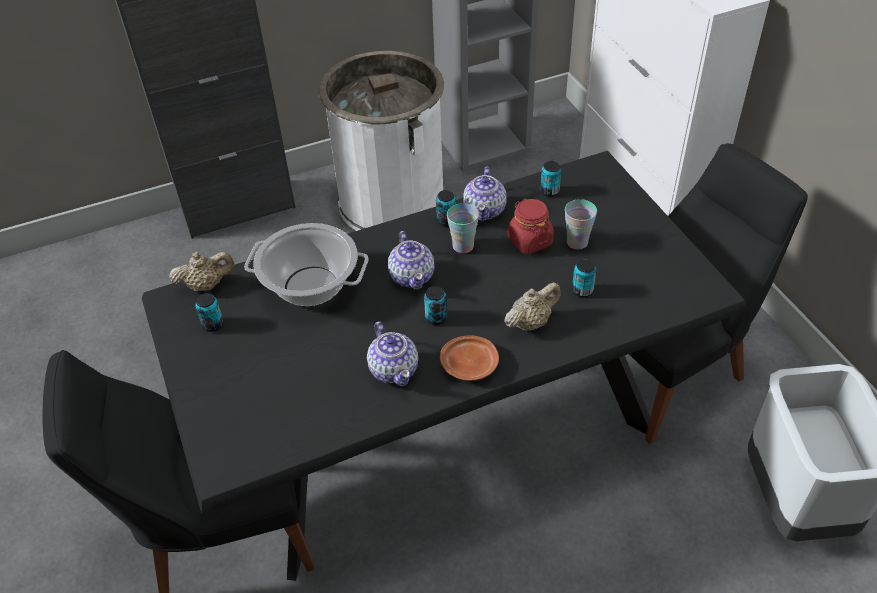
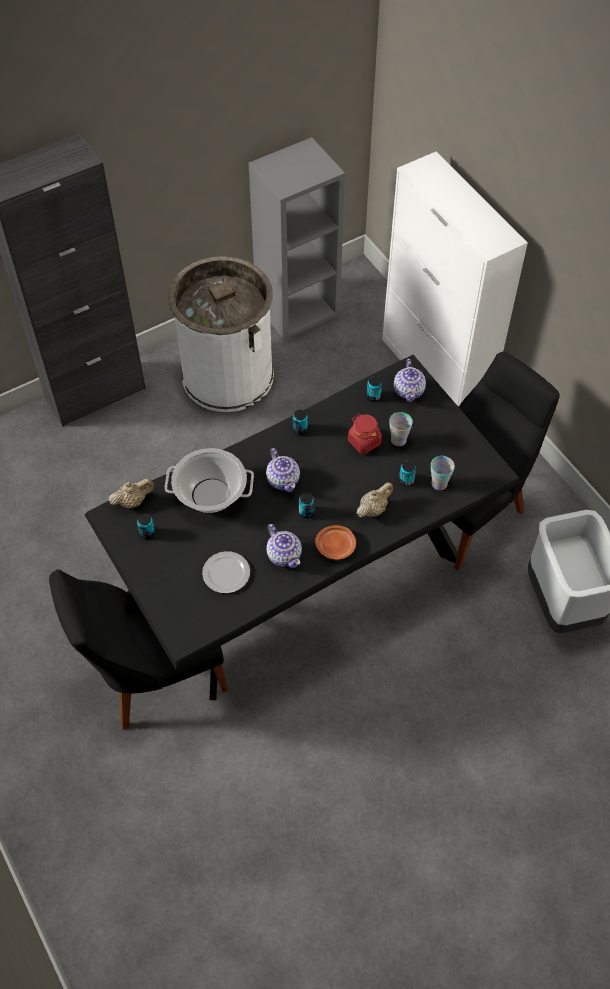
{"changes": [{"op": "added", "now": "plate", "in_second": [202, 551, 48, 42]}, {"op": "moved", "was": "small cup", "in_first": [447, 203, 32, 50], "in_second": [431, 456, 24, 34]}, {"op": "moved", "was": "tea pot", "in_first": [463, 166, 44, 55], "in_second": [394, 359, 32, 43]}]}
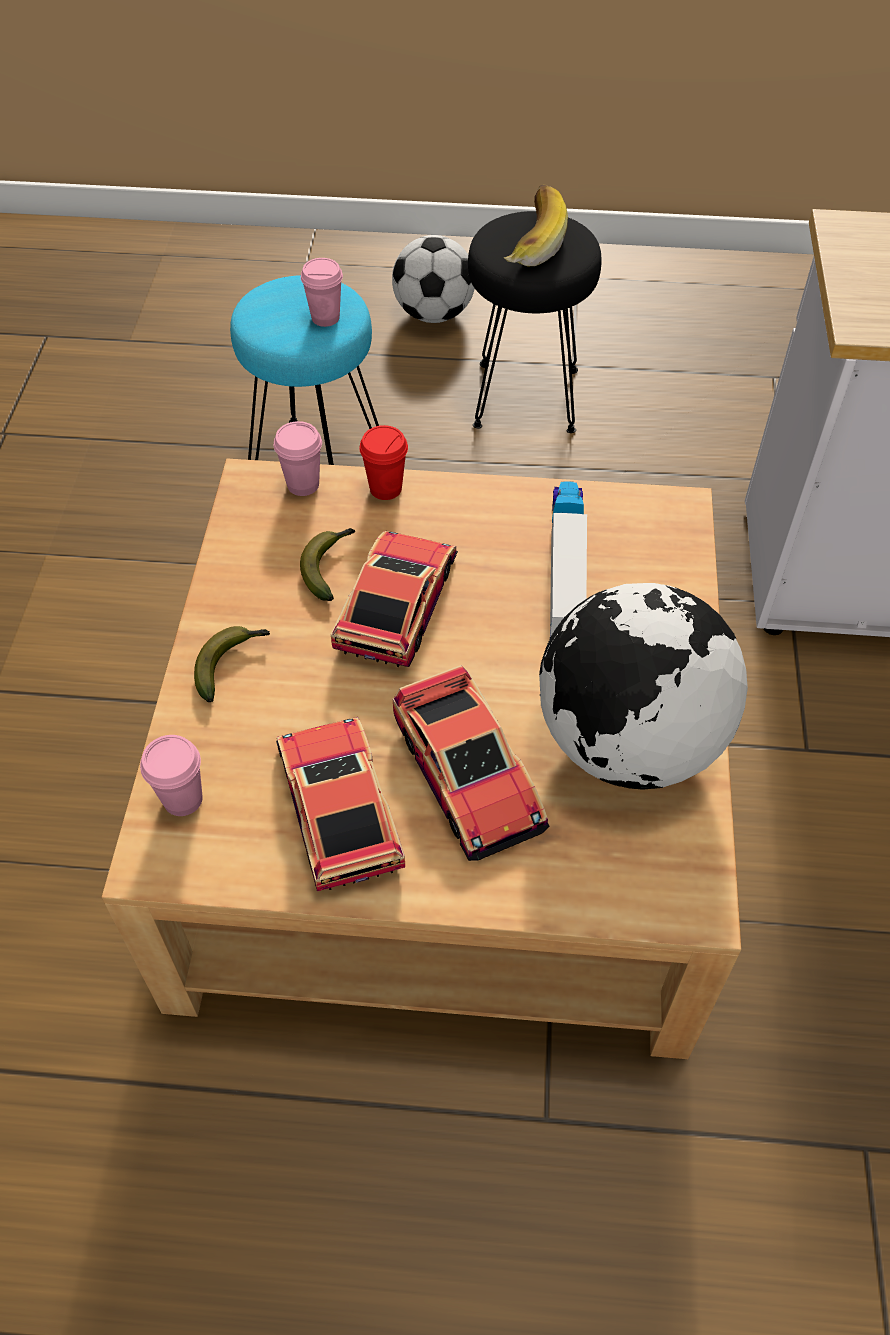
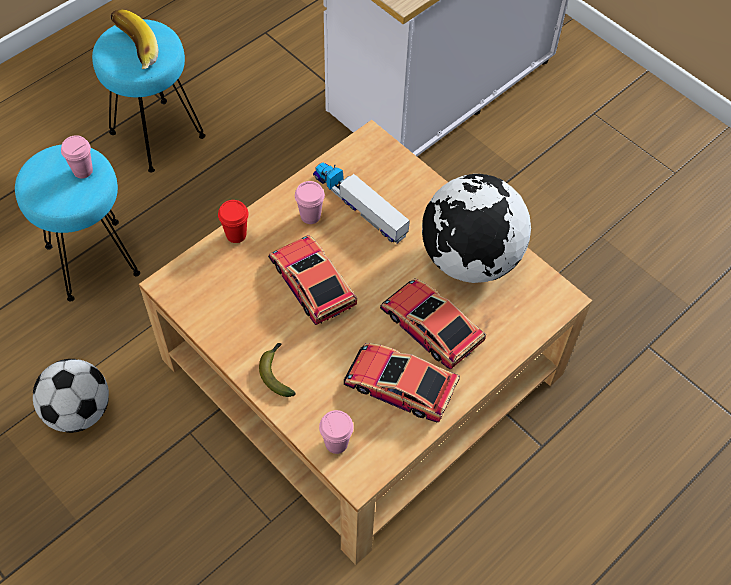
{"changes": [{"op": "removed", "was": "banana fruit", "in_first": [300, 528, 55, 73]}, {"op": "moved", "was": "pink-coloured small cup", "in_first": [274, 421, 48, 75], "in_second": [295, 181, 30, 43]}, {"op": "moved", "was": "ball for football", "in_first": [392, 235, 83, 88], "in_second": [33, 359, 76, 74]}, {"op": "recoloured", "was": "black stool", "now": "blue-green stool", "in_first": [468, 211, 134, 222], "in_second": [92, 19, 113, 154]}, {"op": "turned", "was": "toy car", "in_first": [393, 665, 156, 196], "in_second": [380, 278, 106, 91], "clockwise": -150}]}
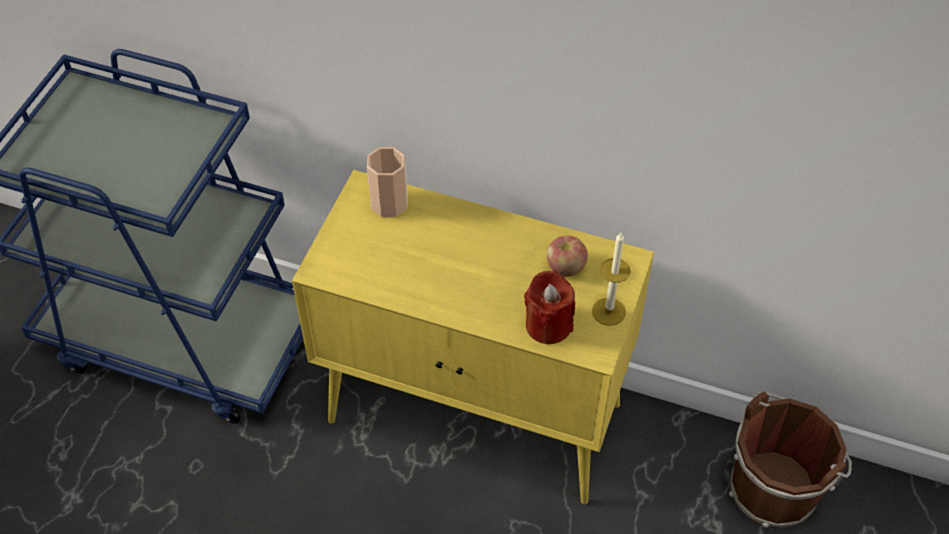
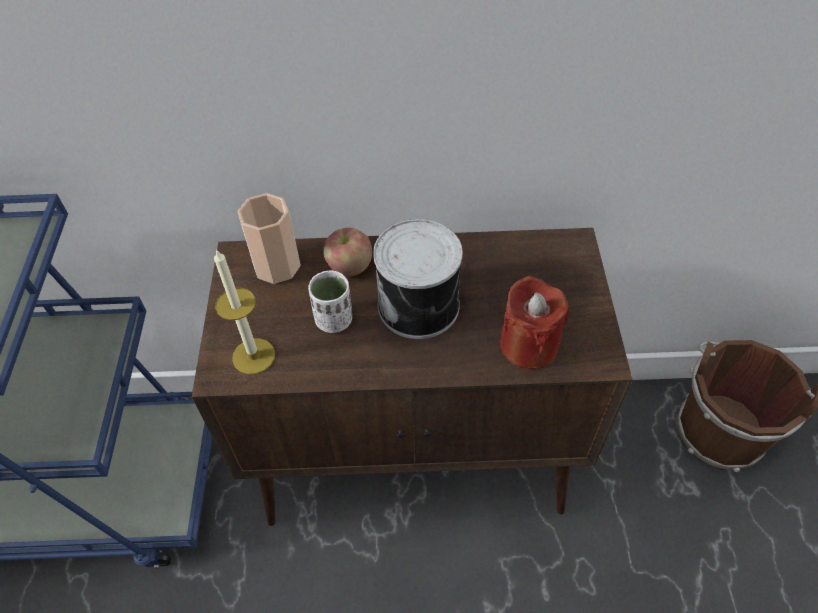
{"changes": [{"op": "added", "now": "white small cup", "in_second": [308, 270, 44, 63]}, {"op": "added", "now": "can", "in_second": [373, 219, 90, 120]}, {"op": "moved", "was": "apple", "in_first": [547, 235, 41, 41], "in_second": [323, 228, 49, 49]}, {"op": "moved", "was": "candle", "in_first": [592, 233, 39, 93], "in_second": [214, 249, 61, 125]}, {"op": "recoloured", "was": "yellow storage cabinet", "now": "brownish storage cabinet", "in_first": [292, 170, 362, 334], "in_second": [192, 228, 441, 298]}]}
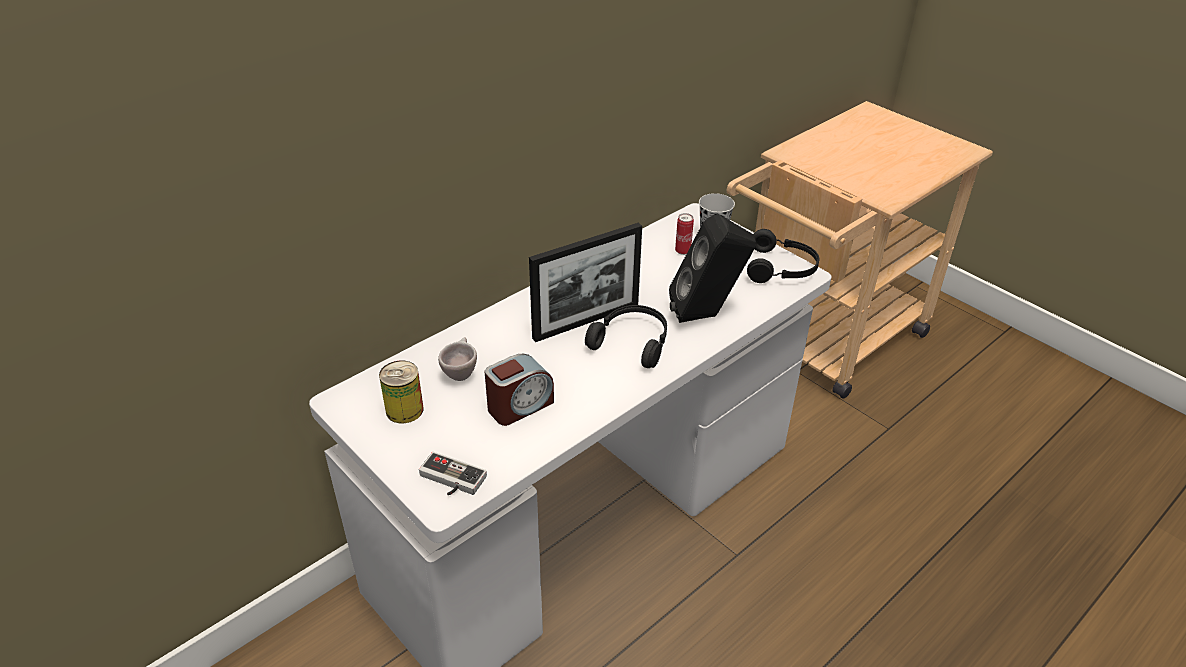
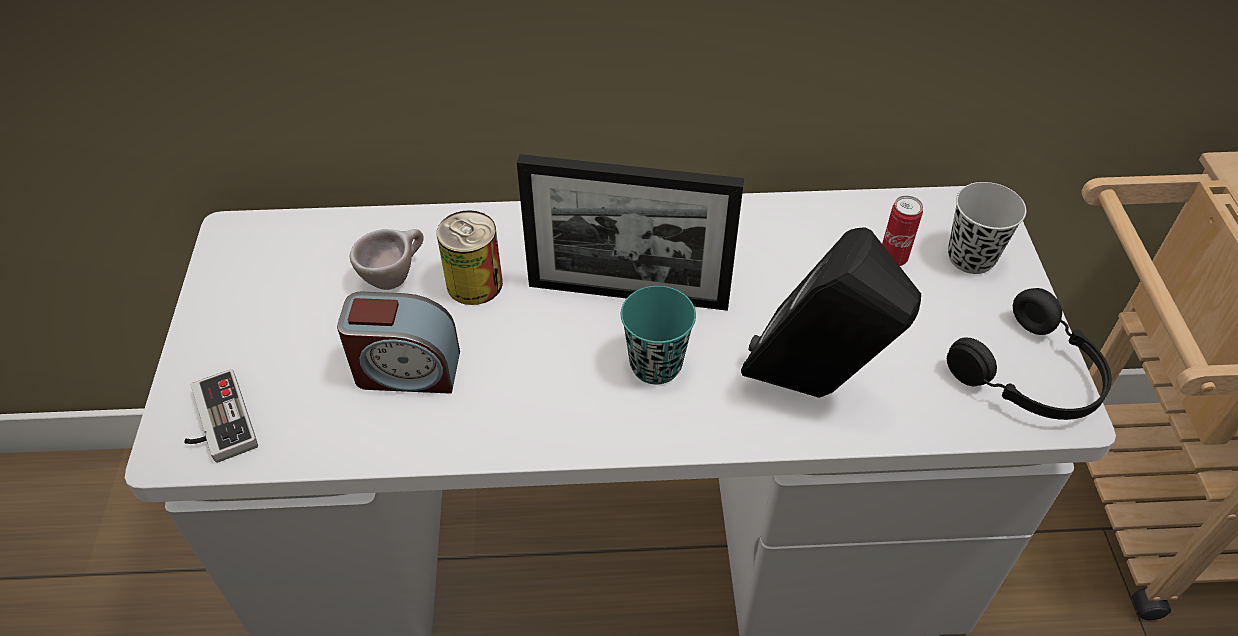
{"changes": [{"op": "moved", "was": "can", "in_first": [379, 361, 45, 62], "in_second": [437, 210, 66, 95]}, {"op": "replaced", "was": "black headset", "now": "blue-green small cup", "in_first": [585, 305, 82, 63], "in_second": [621, 286, 75, 98]}]}
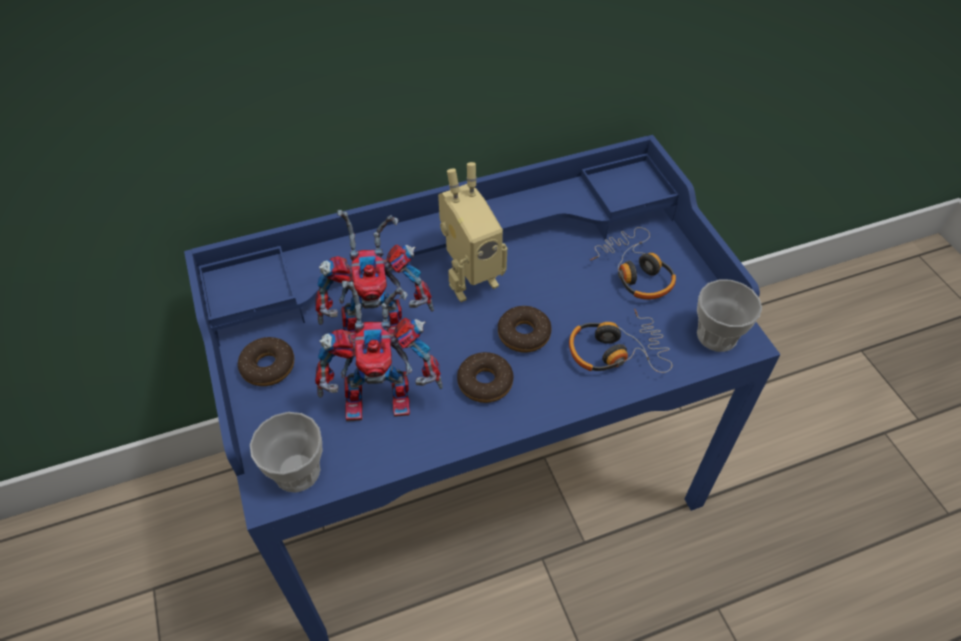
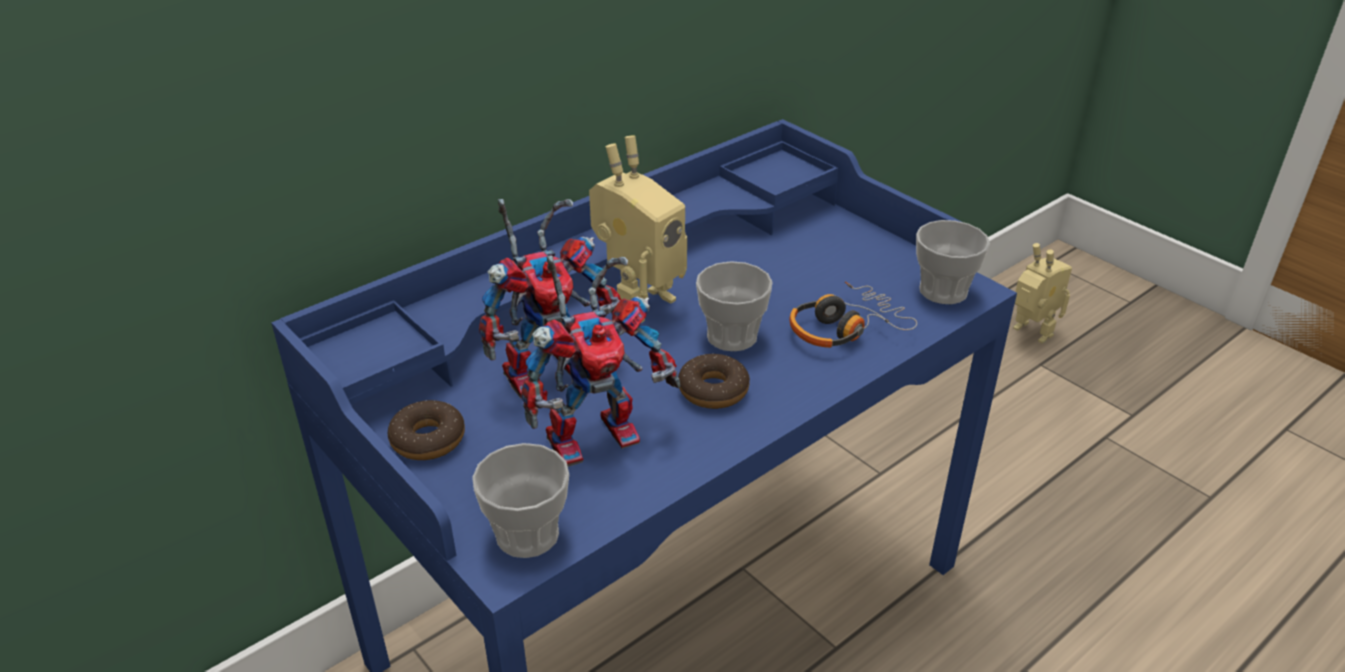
{"changes": [{"op": "removed", "was": "headset", "in_first": [590, 227, 86, 73]}, {"op": "added", "now": "model robot", "in_second": [1013, 243, 59, 100]}, {"op": "replaced", "was": "ring doughnut", "now": "small cup", "in_first": [498, 306, 53, 47], "in_second": [696, 261, 77, 90]}]}
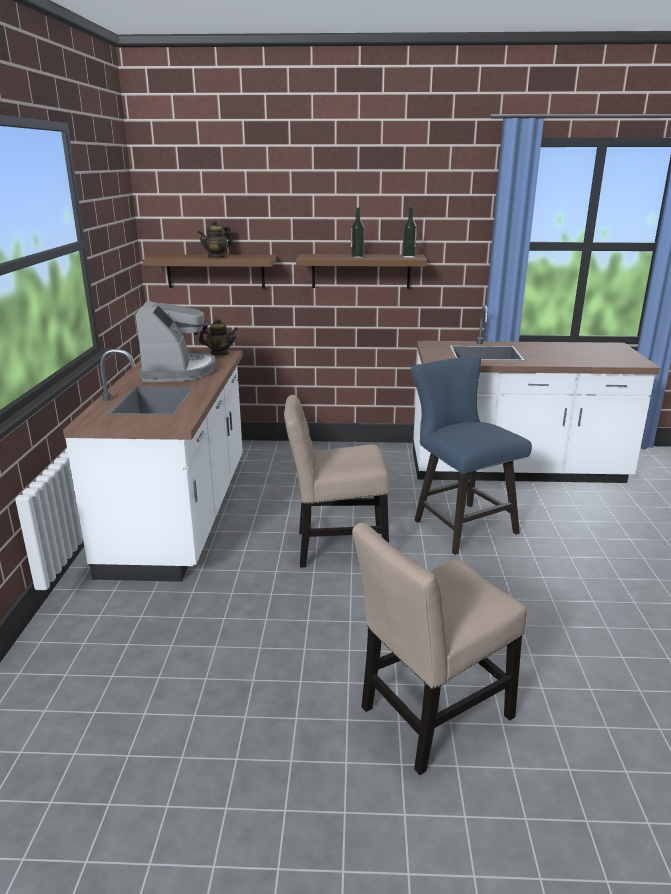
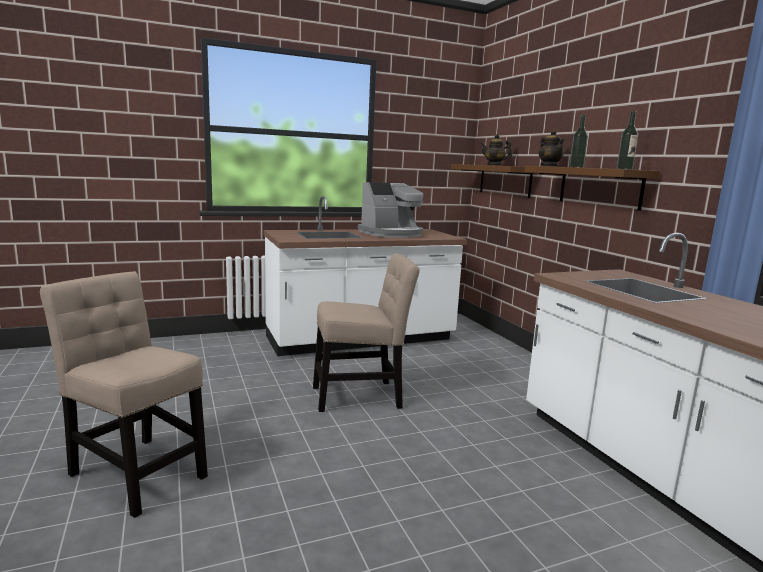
{"changes": [{"op": "removed", "was": "bluish upright chair", "in_first": [411, 355, 121, 200]}, {"op": "moved", "was": "tea pot", "in_first": [199, 317, 39, 38], "in_second": [539, 130, 26, 37]}, {"op": "turned", "was": "beige-coloured upright chair", "in_first": [284, 395, 105, 173], "in_second": [313, 253, 107, 159], "clockwise": 105}]}
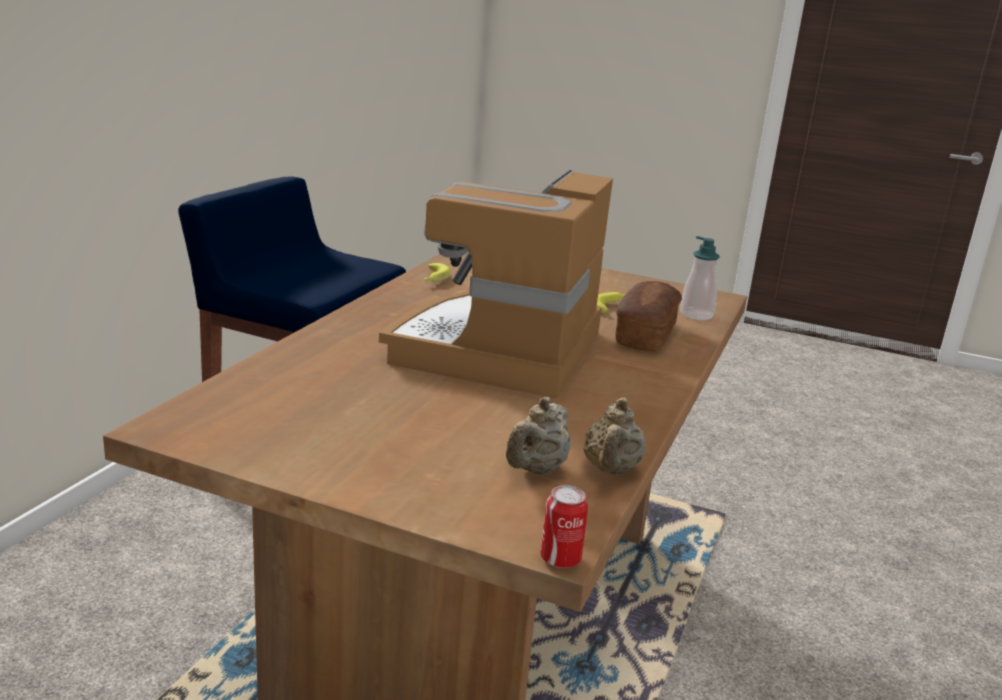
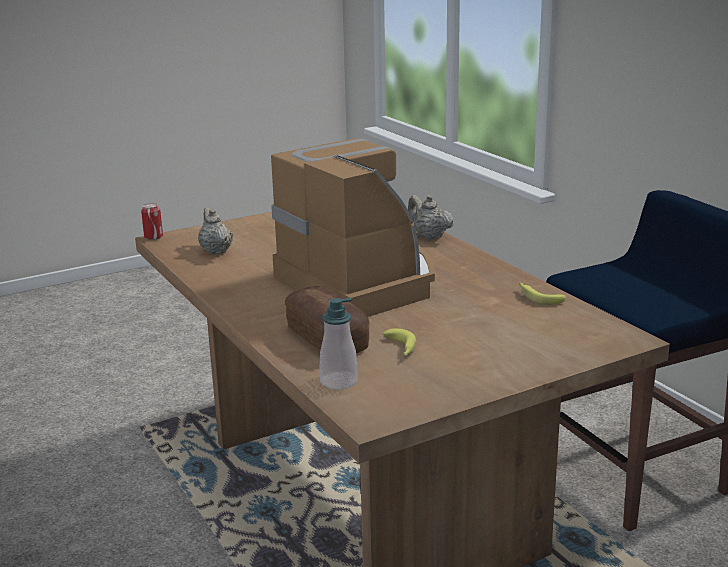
{"changes": [{"op": "moved", "was": "beige-coloured tea pot", "in_first": [583, 398, 63, 76], "in_second": [408, 195, 46, 44]}]}
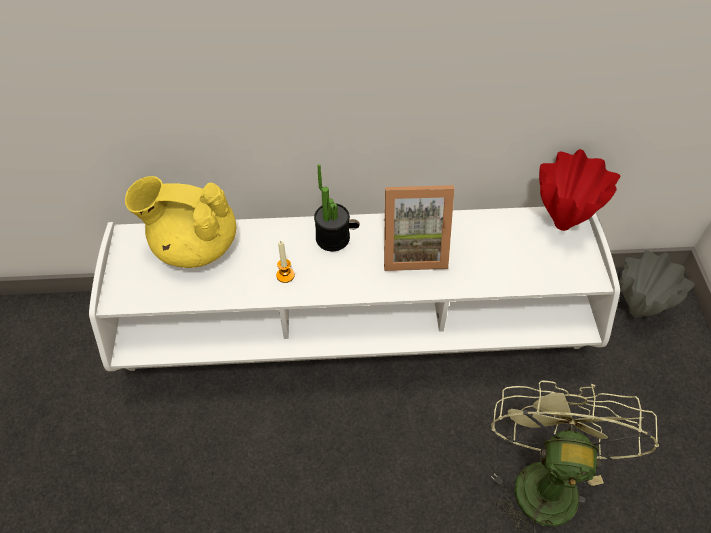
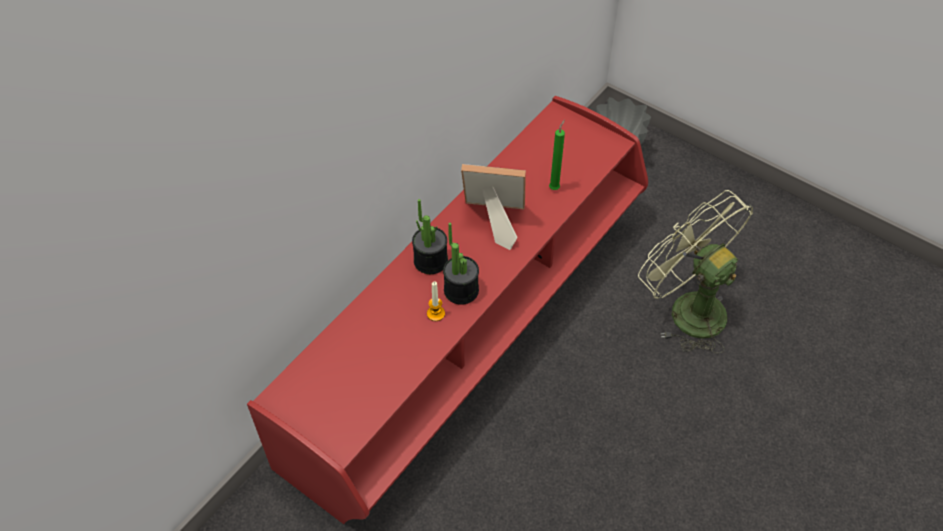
{"changes": [{"op": "removed", "was": "yellow tea pot", "in_first": [125, 176, 111, 92]}, {"op": "removed", "was": "red flower vase", "in_first": [539, 149, 81, 82]}, {"op": "added", "now": "potted plant", "in_second": [443, 223, 36, 82]}, {"op": "added", "now": "green candle", "in_second": [549, 119, 16, 71]}, {"op": "recoloured", "was": "white media console", "now": "red media console", "in_first": [89, 207, 531, 164], "in_second": [247, 96, 401, 428]}, {"op": "turned", "was": "photo frame", "in_first": [384, 185, 70, 86], "in_second": [461, 164, 65, 86], "clockwise": -120}]}
